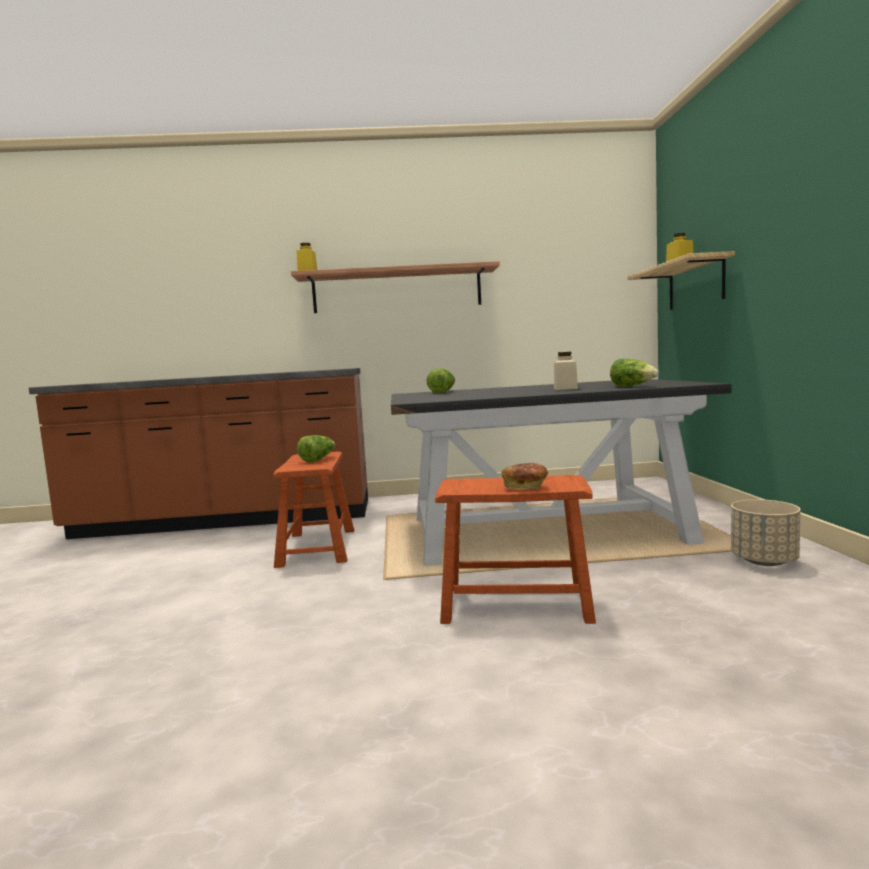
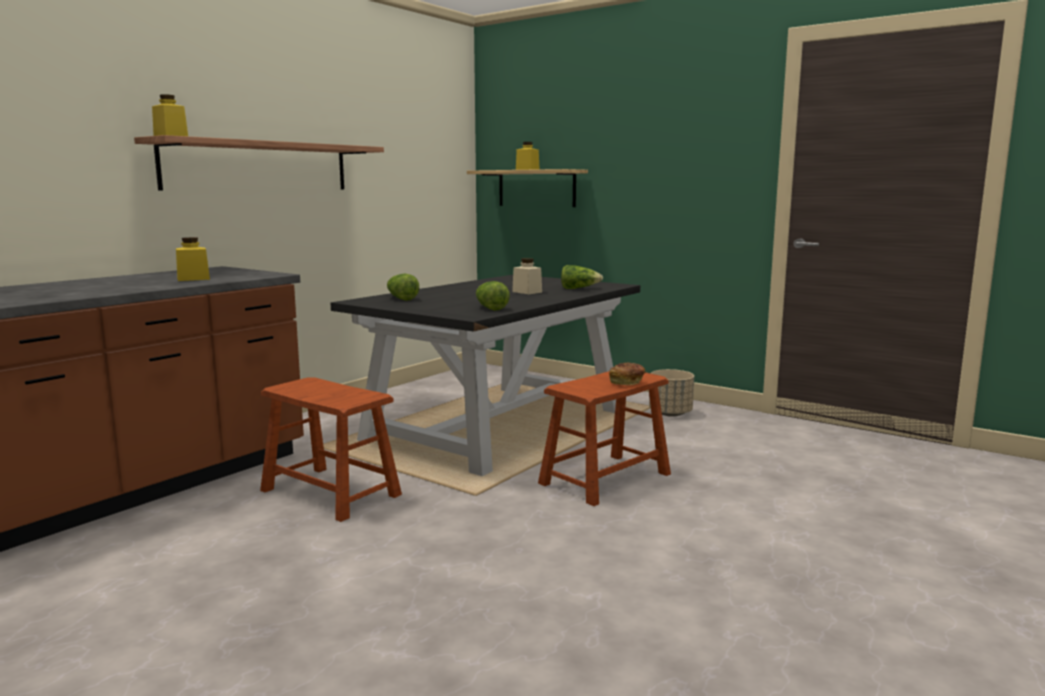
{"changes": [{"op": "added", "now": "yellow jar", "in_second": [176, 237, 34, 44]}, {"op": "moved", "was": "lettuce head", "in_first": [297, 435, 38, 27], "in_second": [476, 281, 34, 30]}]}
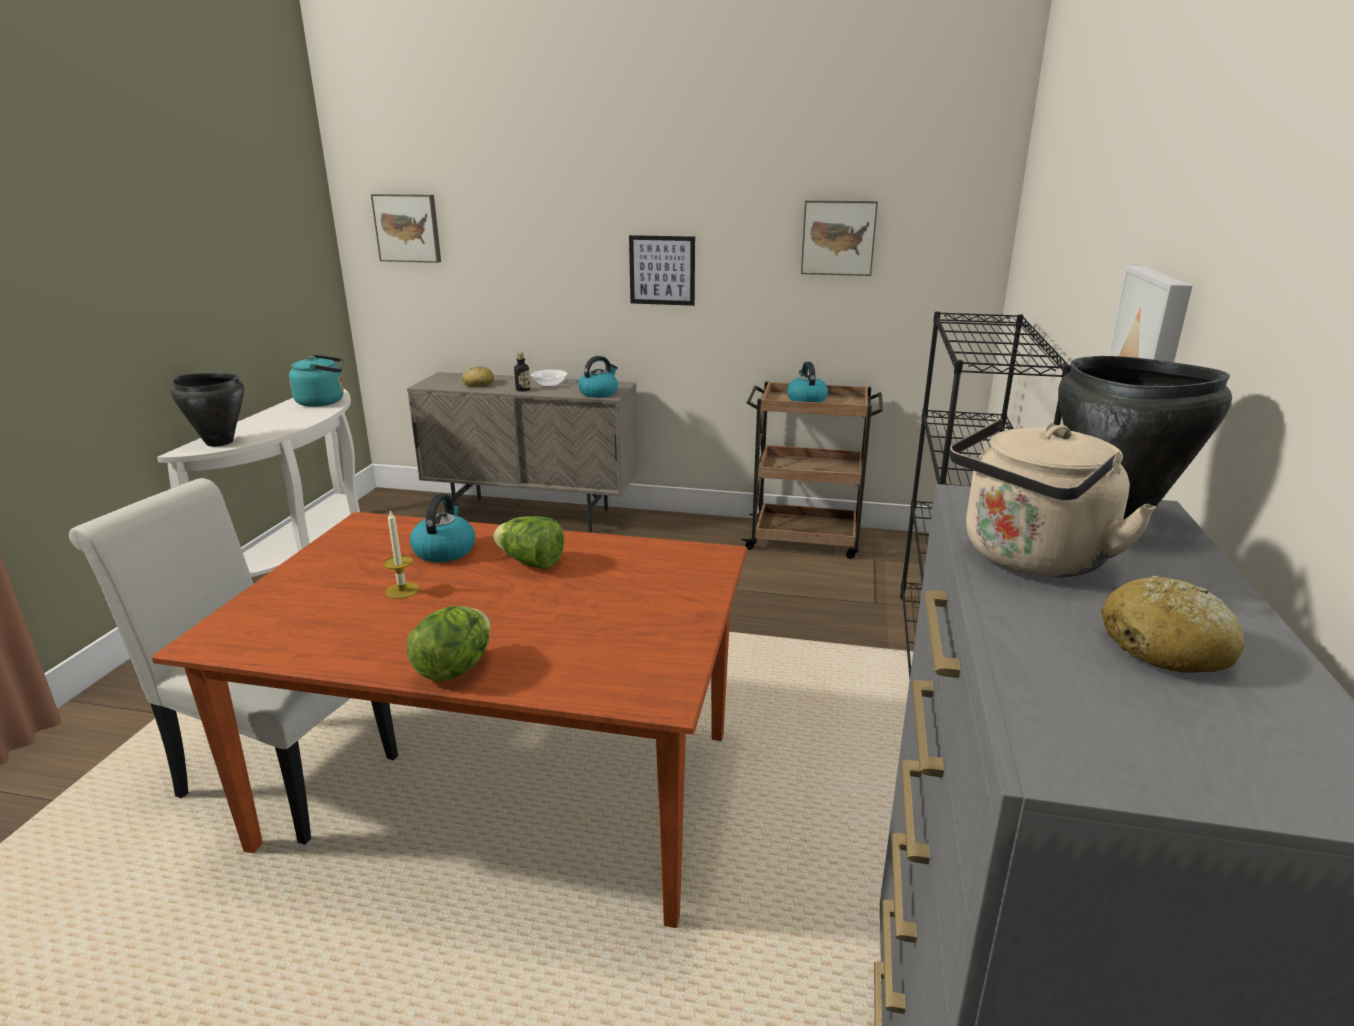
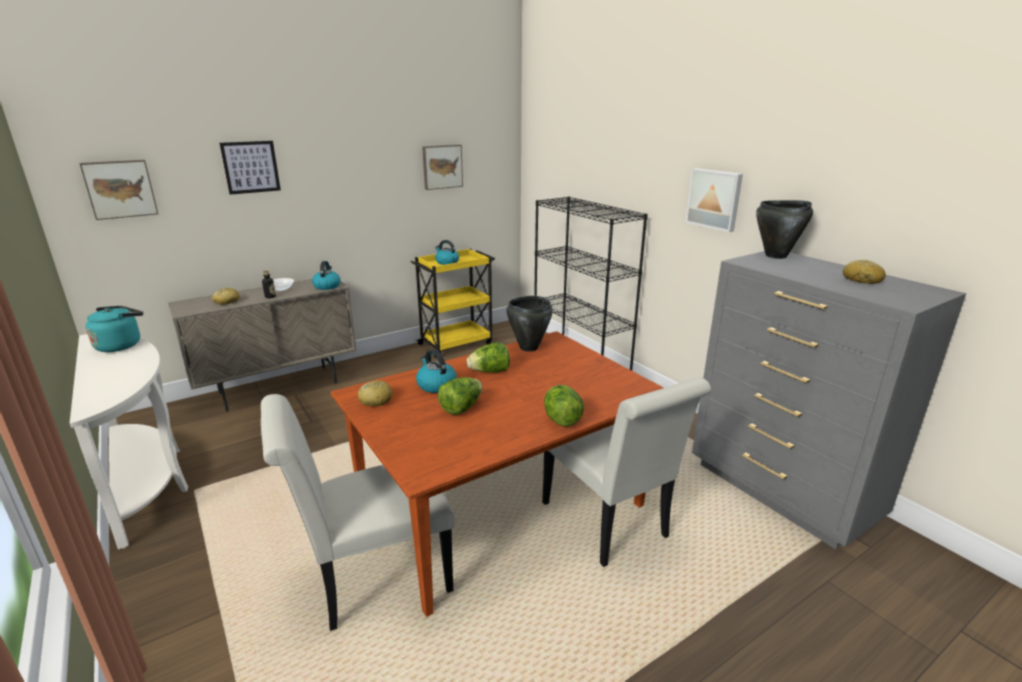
{"changes": [{"op": "removed", "was": "beige-coloured kettle", "in_first": [949, 418, 208, 159]}, {"op": "added", "now": "bread", "in_second": [358, 380, 34, 27]}, {"op": "added", "now": "white upright chair", "in_second": [542, 378, 169, 189]}, {"op": "moved", "was": "black saucepot", "in_first": [170, 373, 74, 74], "in_second": [506, 296, 47, 56]}, {"op": "moved", "was": "picture", "in_first": [629, 235, 66, 71], "in_second": [220, 141, 61, 54]}, {"op": "replaced", "was": "candle", "now": "lettuce head", "in_first": [384, 510, 35, 89], "in_second": [438, 377, 45, 38]}, {"op": "recoloured", "was": "brownish cart", "now": "yellow cart", "in_first": [741, 381, 142, 178], "in_second": [411, 249, 84, 109]}]}
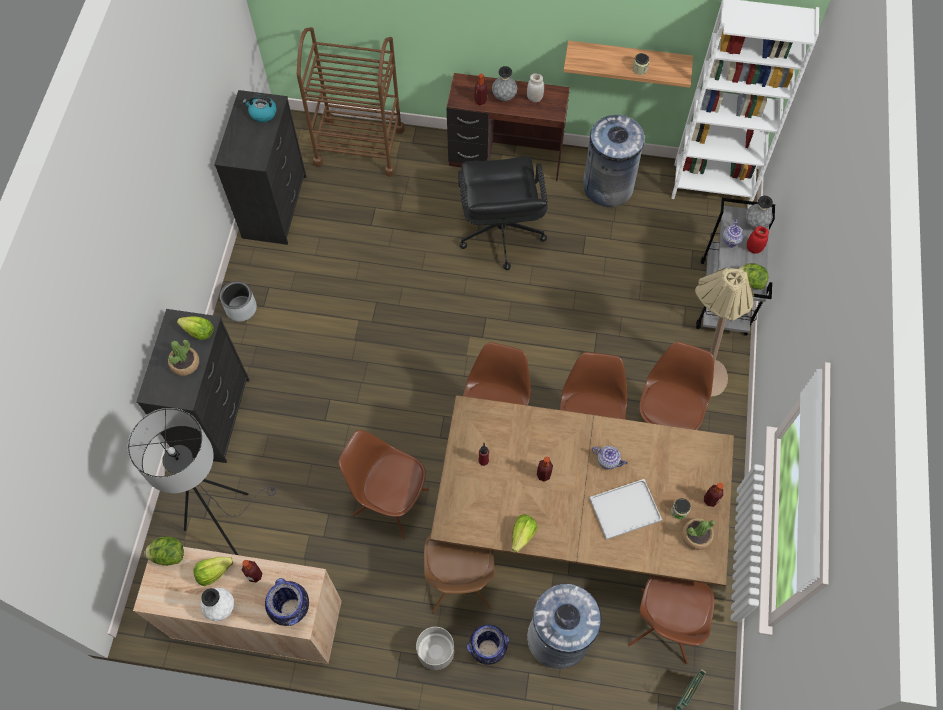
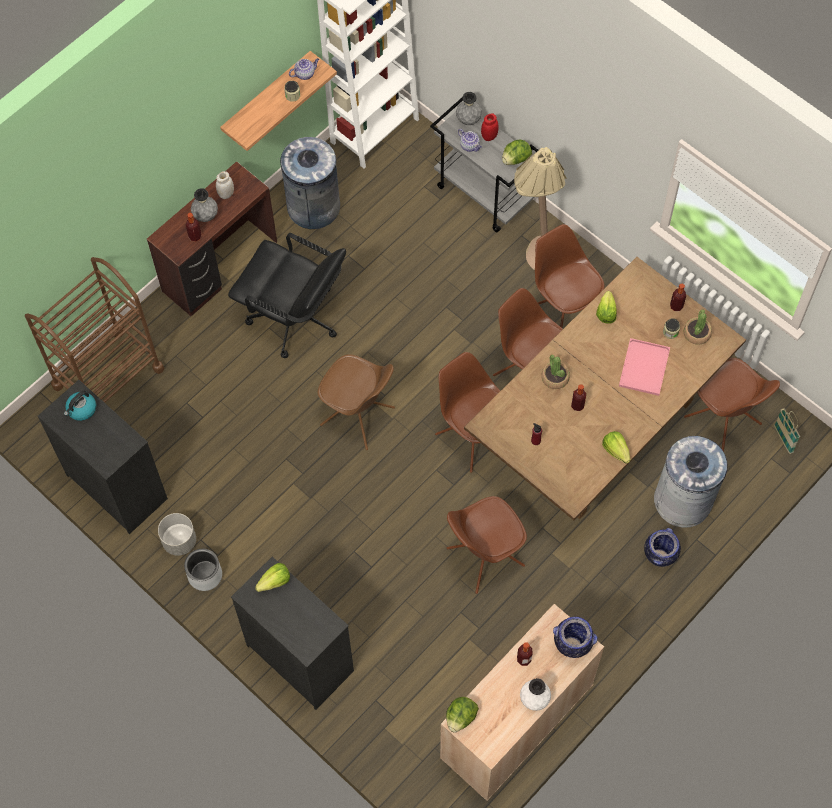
{"changes": [{"op": "removed", "was": "grey floor lamp", "in_first": [128, 408, 148, 147]}, {"op": "moved", "was": "potted plant", "in_first": [168, 340, 31, 36], "in_second": [541, 355, 29, 34]}, {"op": "moved", "was": "lettuce head", "in_first": [193, 557, 40, 29], "in_second": [596, 291, 21, 33]}, {"op": "moved", "was": "grey plant pot", "in_first": [416, 627, 38, 43], "in_second": [158, 513, 38, 43]}, {"op": "moved", "was": "brownish upright chair", "in_first": [424, 534, 71, 79], "in_second": [317, 354, 78, 96]}, {"op": "moved", "was": "tea pot", "in_first": [592, 446, 36, 23], "in_second": [289, 58, 30, 22]}, {"op": "recoloured", "was": "white carrying tray", "now": "pink-coloured carrying tray", "in_first": [589, 479, 73, 61], "in_second": [619, 338, 51, 58]}]}
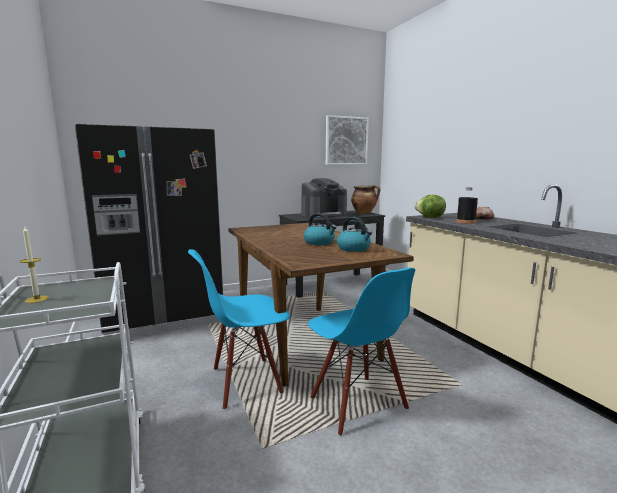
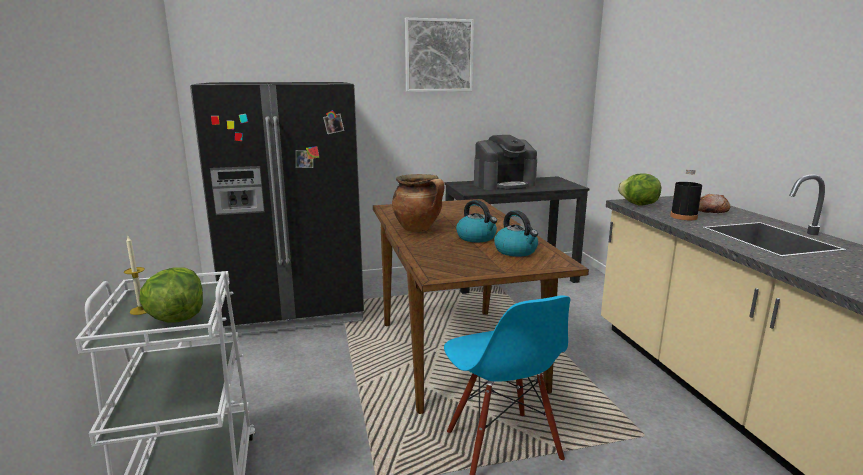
{"changes": [{"op": "removed", "was": "bluish upright chair", "in_first": [188, 249, 102, 161]}, {"op": "added", "now": "lettuce head", "in_second": [139, 267, 64, 56]}, {"op": "moved", "was": "picture", "in_first": [326, 115, 43, 50], "in_second": [405, 18, 69, 74]}, {"op": "moved", "was": "saucepot", "in_first": [351, 185, 30, 29], "in_second": [392, 174, 53, 58]}]}
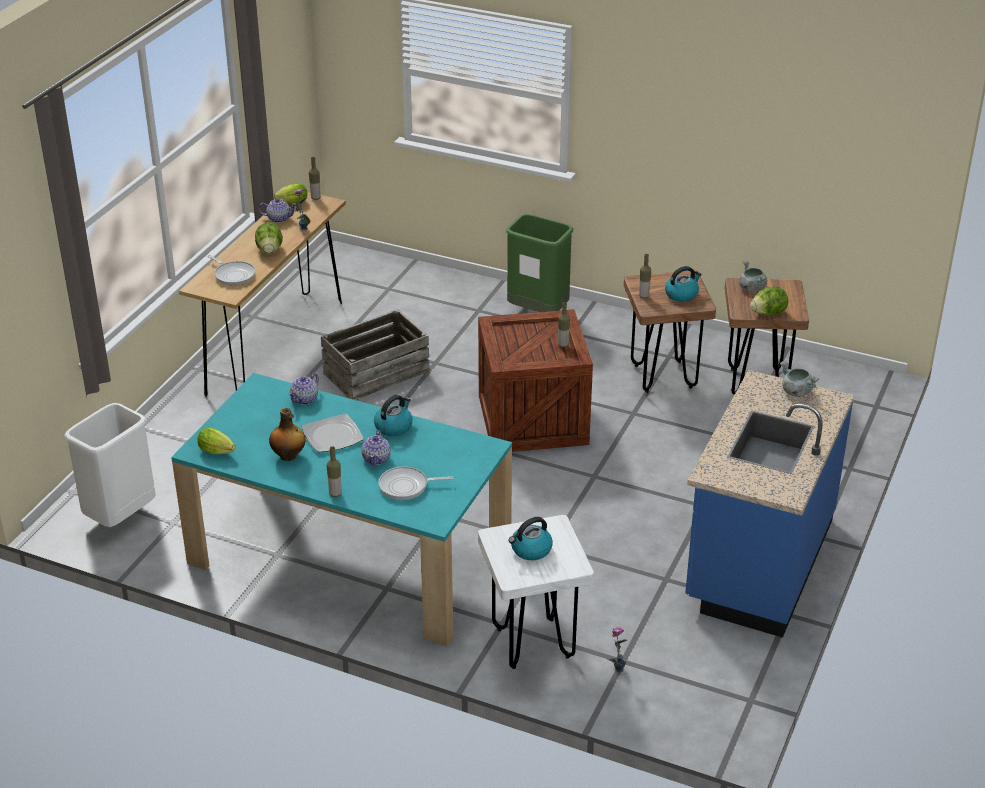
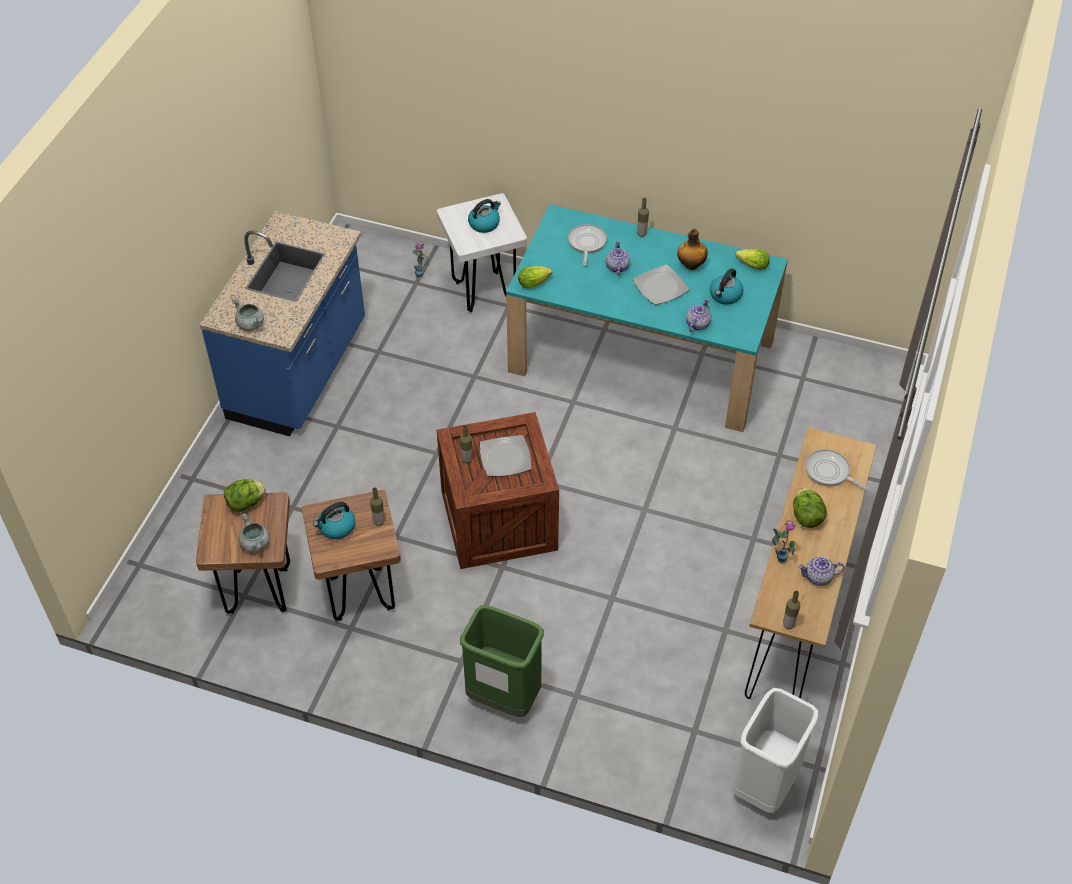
{"changes": [{"op": "removed", "was": "shipping crate", "in_first": [321, 309, 109, 92]}, {"op": "added", "now": "plate", "in_second": [480, 435, 52, 41]}, {"op": "moved", "was": "white rubbish bin", "in_first": [64, 403, 92, 124], "in_second": [732, 688, 87, 125]}, {"op": "moved", "was": "lettuce head", "in_first": [274, 183, 33, 20], "in_second": [518, 266, 34, 23]}, {"op": "moved", "was": "kettle", "in_first": [374, 395, 39, 41], "in_second": [709, 268, 35, 37]}, {"op": "turned", "was": "pan", "in_first": [379, 466, 75, 34], "in_second": [568, 224, 39, 42], "clockwise": -75}]}
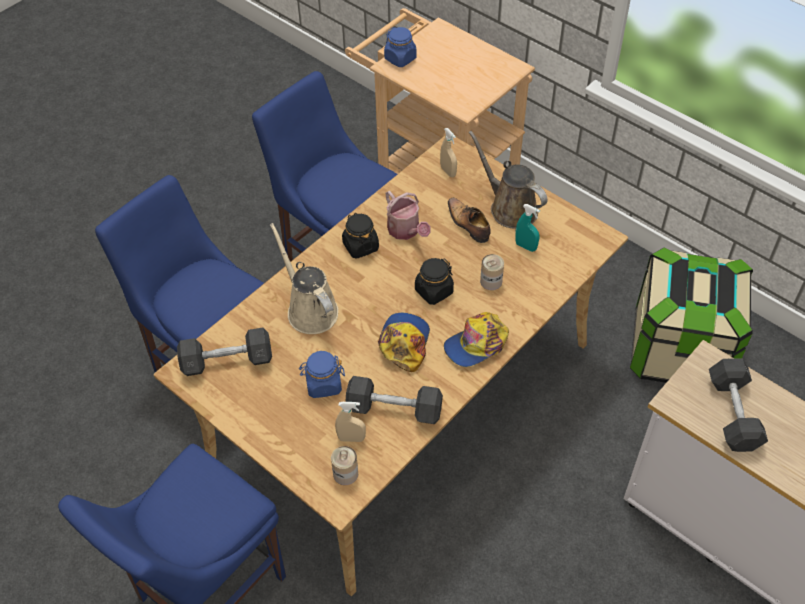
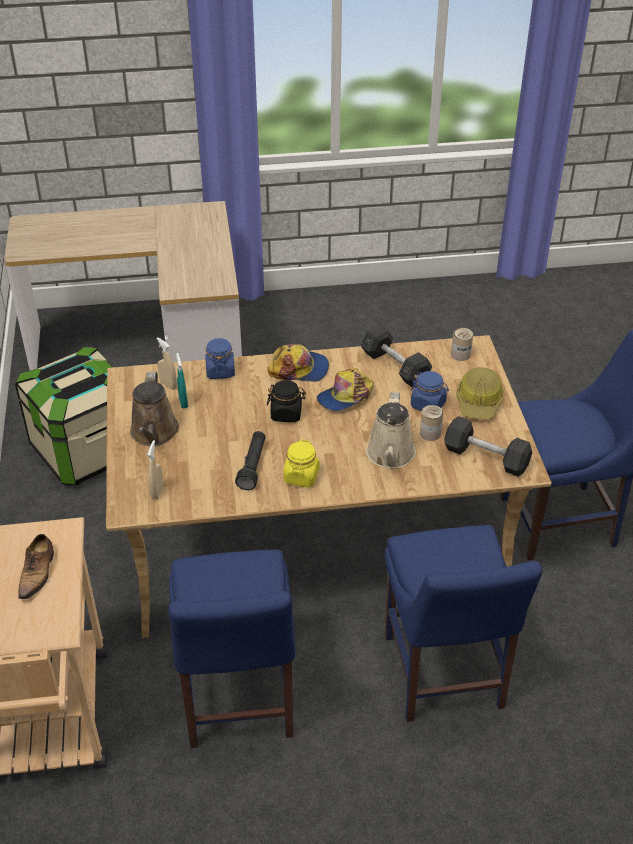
{"changes": [{"op": "removed", "was": "grey free weight", "in_first": [709, 358, 59, 94]}, {"op": "added", "now": "safety helmet", "in_second": [456, 367, 49, 52]}, {"op": "moved", "was": "beige-coloured spray bottle", "in_first": [335, 402, 31, 40], "in_second": [157, 337, 20, 53]}, {"op": "moved", "was": "bluish jar", "in_first": [384, 27, 33, 40], "in_second": [205, 338, 30, 41]}, {"op": "moved", "was": "shoe", "in_first": [448, 198, 43, 45], "in_second": [18, 534, 36, 68]}, {"op": "moved", "was": "can", "in_first": [480, 254, 24, 36], "in_second": [420, 405, 23, 36]}, {"op": "replaced", "was": "watering can", "now": "black torch", "in_first": [386, 191, 45, 49], "in_second": [235, 431, 31, 59]}, {"op": "recoloured", "was": "black jar", "now": "yellow jar", "in_first": [342, 213, 37, 46], "in_second": [283, 439, 36, 48]}]}
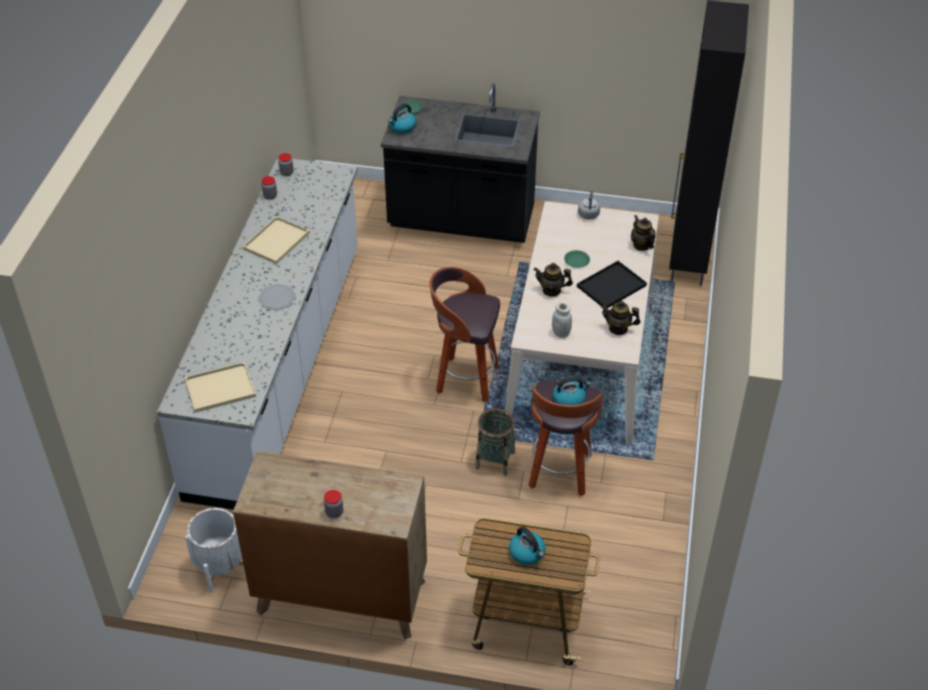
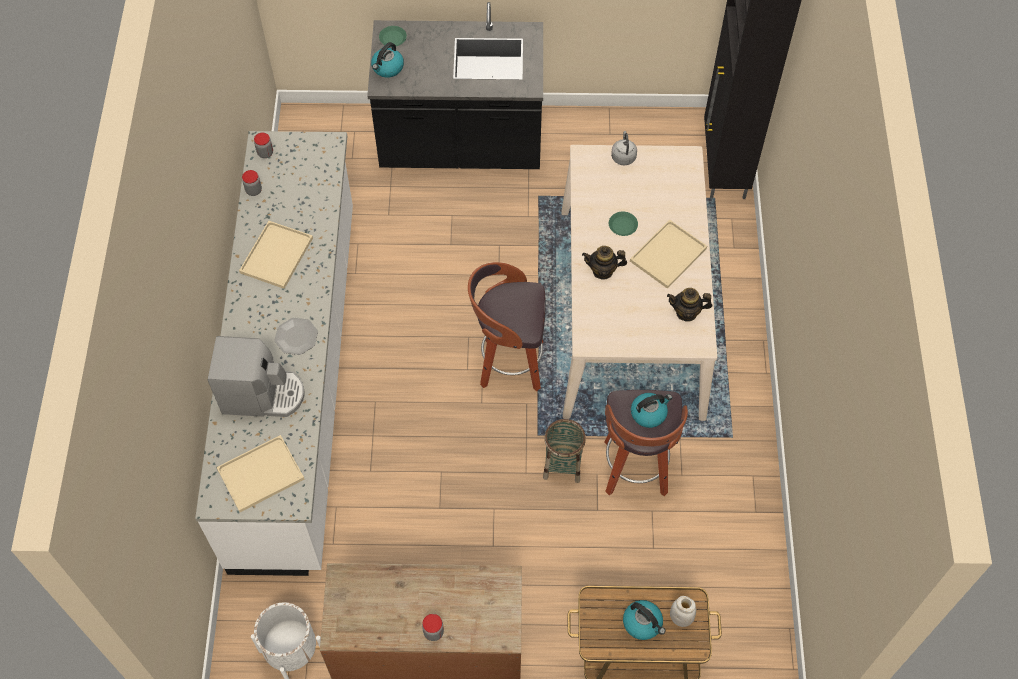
{"changes": [{"op": "removed", "was": "tea pot", "in_first": [631, 215, 25, 36]}, {"op": "added", "now": "coffee maker", "in_second": [208, 336, 96, 81]}, {"op": "moved", "was": "white jar", "in_first": [552, 303, 20, 35], "in_second": [670, 596, 26, 31]}, {"op": "recoloured", "was": "black carrying tray", "now": "beige-coloured carrying tray", "in_first": [577, 261, 70, 48], "in_second": [630, 220, 77, 69]}]}
